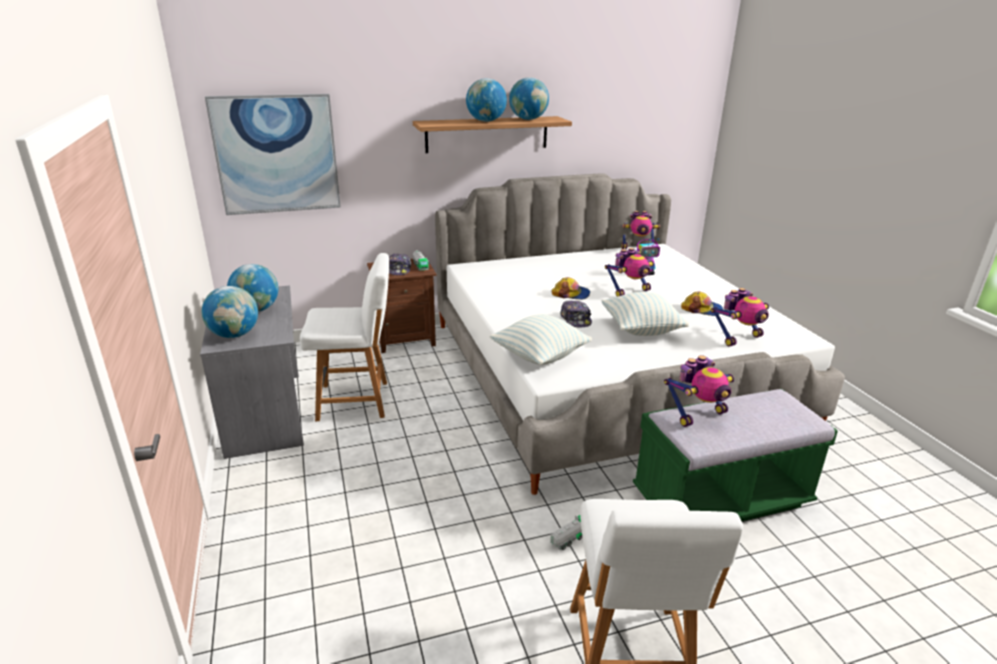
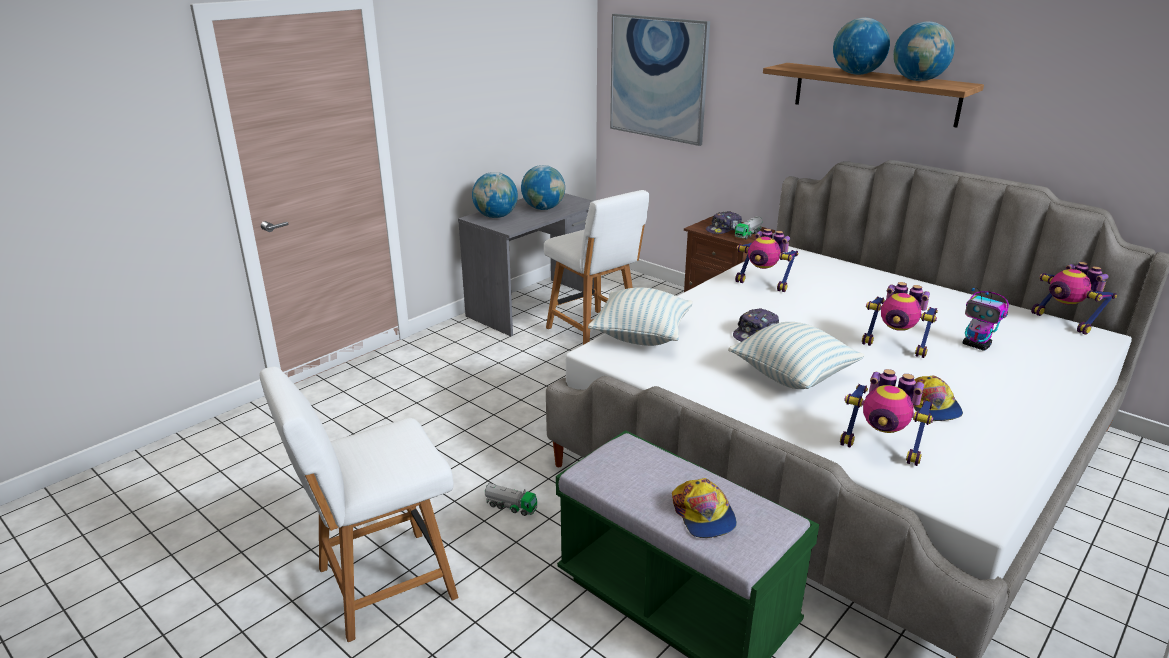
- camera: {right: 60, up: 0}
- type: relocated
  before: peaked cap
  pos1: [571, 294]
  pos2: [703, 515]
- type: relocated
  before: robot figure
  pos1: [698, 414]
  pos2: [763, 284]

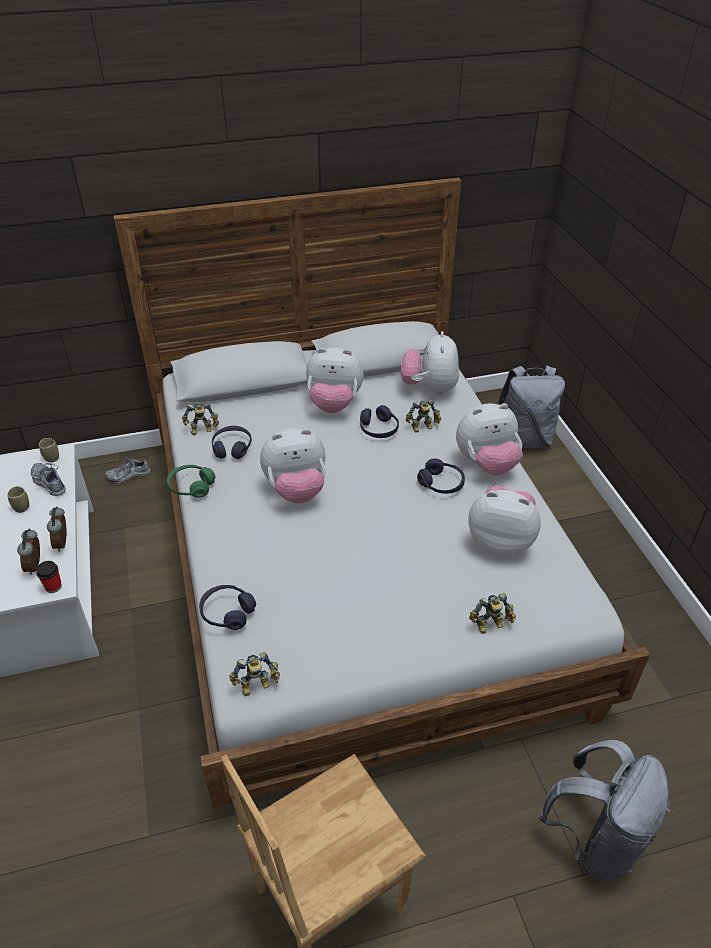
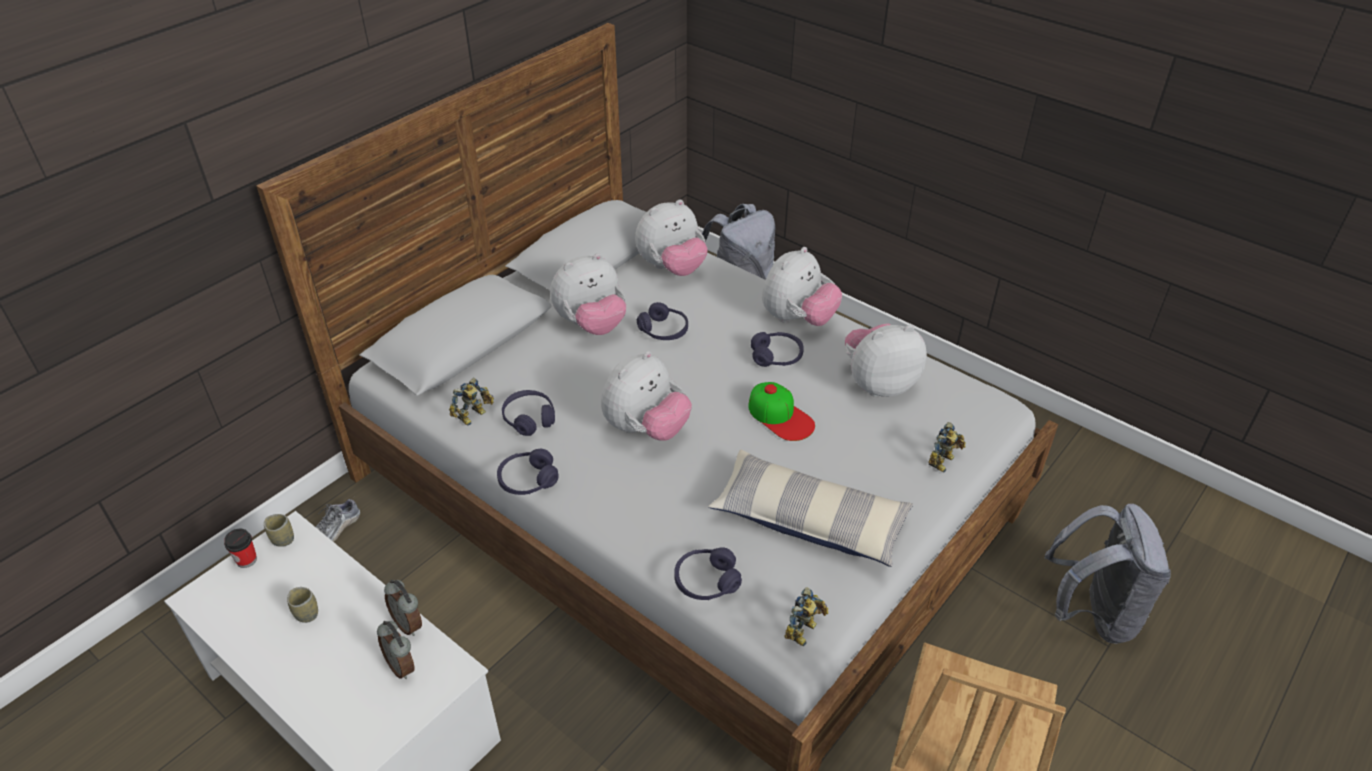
- camera: {right: -35, up: 0}
- type: missing
  before: shoe
  pos1: [49, 483]
- type: relocated
  before: small cup
  pos1: [53, 586]
  pos2: [246, 560]
- type: colour
  before: greenish pair of headphones
  after: purple pair of headphones
  pos1: [191, 487]
  pos2: [528, 480]
- type: spun
  before: plush toy
  pos1: [429, 388]
  pos2: [672, 268]
  turn: -90
- type: missing
  before: robot figure
  pos1: [423, 428]
- type: appeared
  after: cushion
  pos2: [809, 520]
- type: appeared
  after: peaked cap
  pos2: [780, 416]

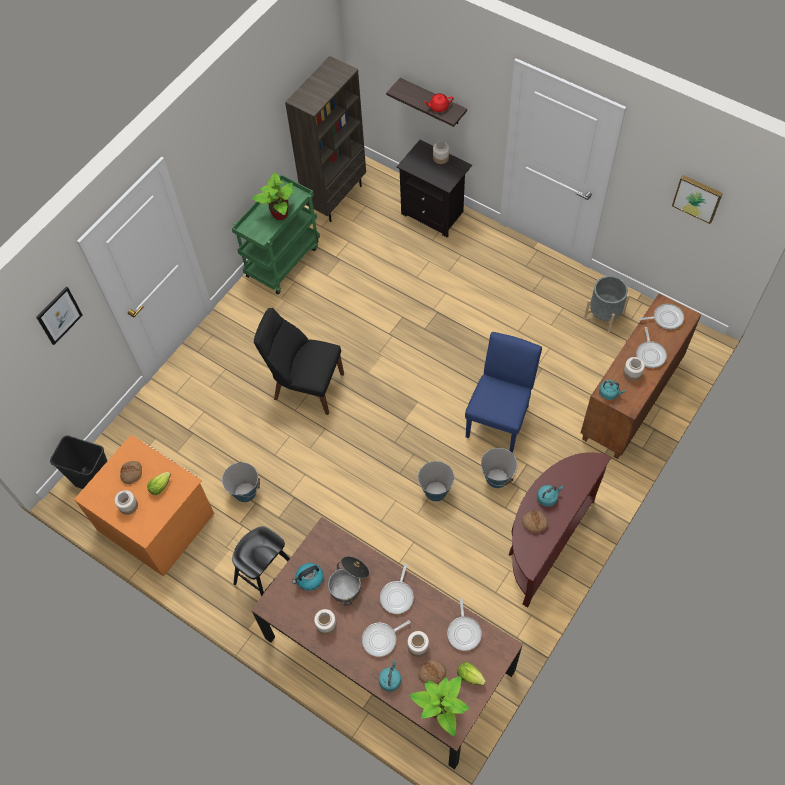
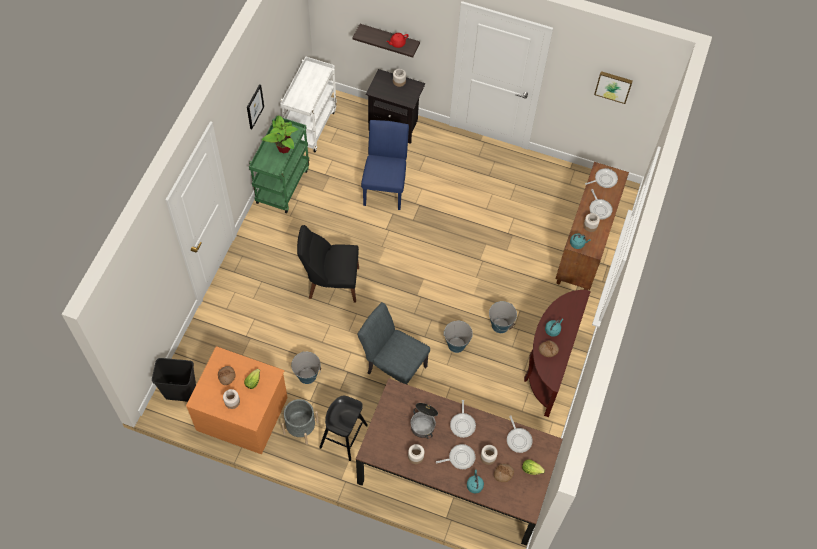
- camera: {right: -20, up: 0}
- type: relocated
  before: wall picture
  pos1: [59, 315]
  pos2: [254, 106]
- type: exchanged
  before: brown bookcase
  after: whitish wheeled cart
  pos1: [335, 197]
  pos2: [310, 125]
- type: missing
  before: water kettle
  pos1: [309, 579]
- type: spun
  before: frying pan
  pos1: [381, 639]
  pos2: [460, 458]
  turn: -150
- type: missing
  before: potted plant
  pos1: [441, 711]
- type: relocated
  before: blue chair
  pos1: [499, 416]
  pos2: [385, 186]
- type: relocated
  before: greyish planter
  pos1: [604, 314]
  pos2: [301, 428]
- type: appeared
  after: greyish chair
  pos2: [393, 367]

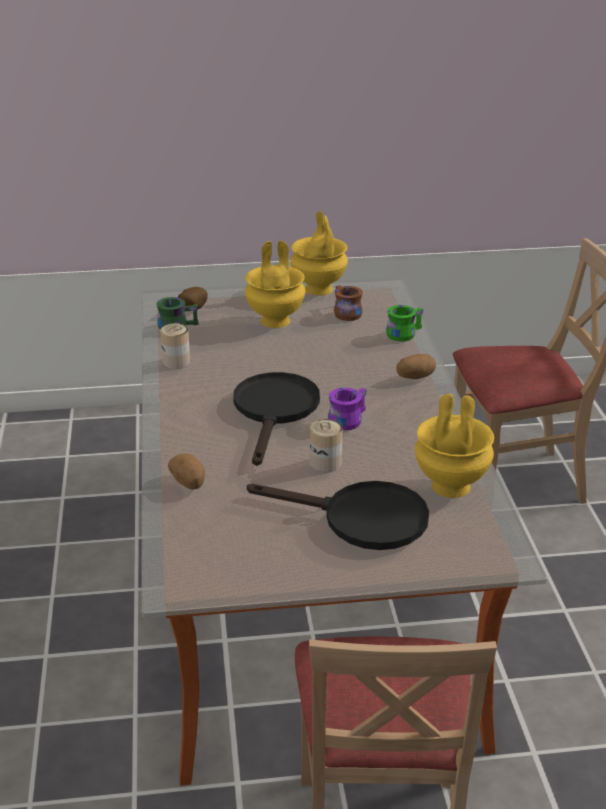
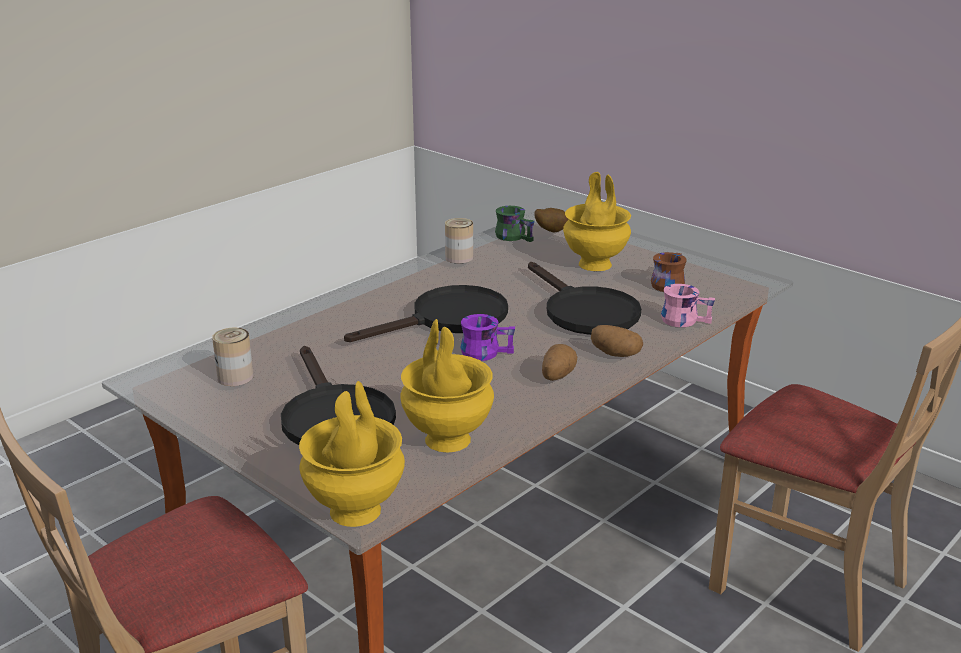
- camera: {right: 50, up: -5}
- type: relocated
  before: whole potato
  pos1: [189, 483]
  pos2: [557, 375]
- type: relocated
  before: yellow vase
  pos1: [319, 289]
  pos2: [355, 512]
- type: relocated
  before: can
  pos1: [325, 463]
  pos2: [235, 377]
- type: colour
  before: greenish tea mug
  after: pink tea mug
  pos1: [402, 332]
  pos2: [684, 319]
- type: appeared
  after: blackish frying pan
  pos2: [584, 311]

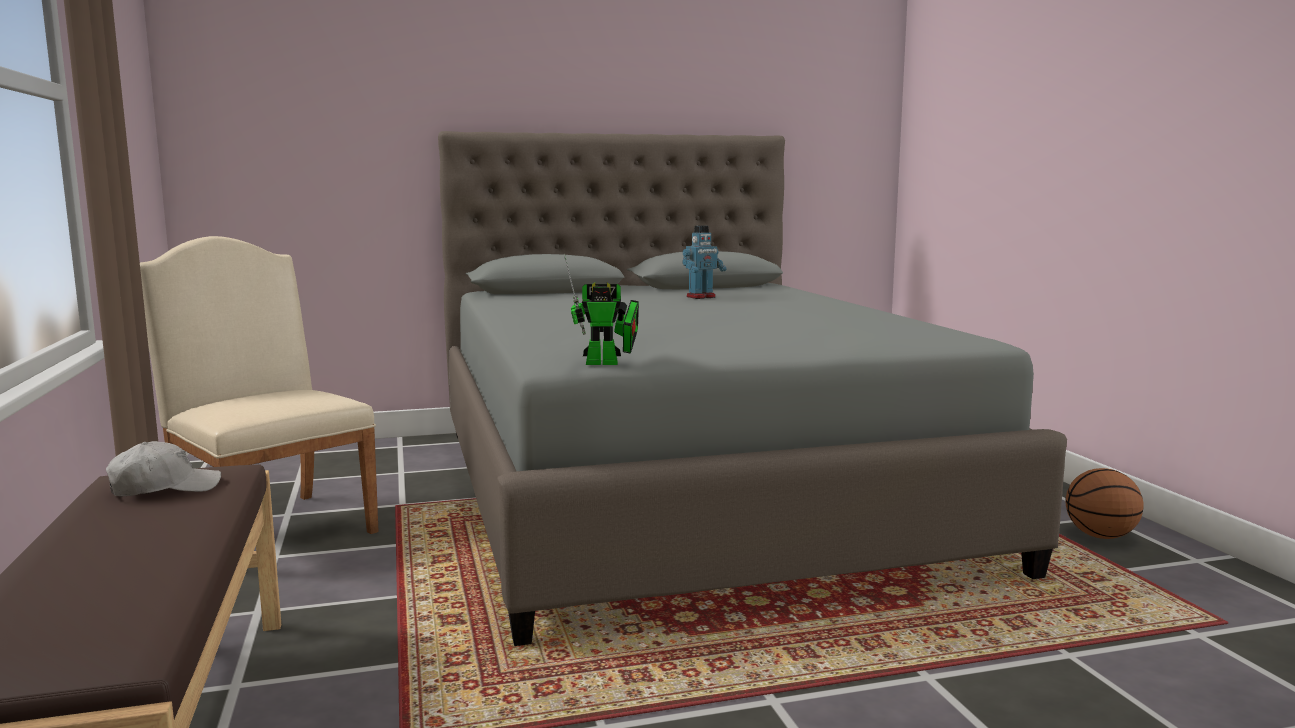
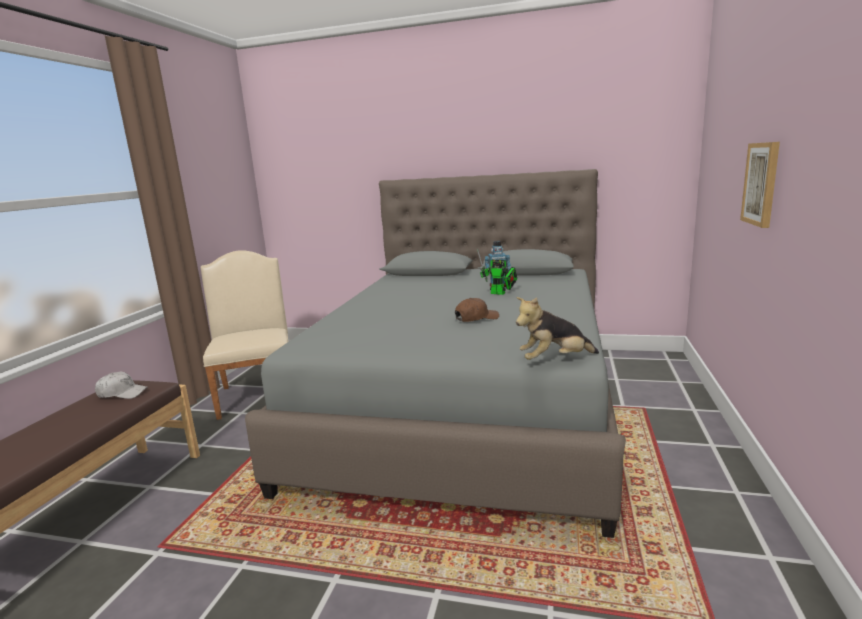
- camera: {right: 30, up: 5}
- type: relocated
  before: robot figure
  pos1: [607, 363]
  pos2: [500, 293]
- type: missing
  before: ball for basketball
  pos1: [1100, 536]
- type: appeared
  after: brown peaked cap
  pos2: [476, 318]
- type: appeared
  after: plush toy
  pos2: [554, 360]
- type: appeared
  after: wall picture
  pos2: [761, 183]

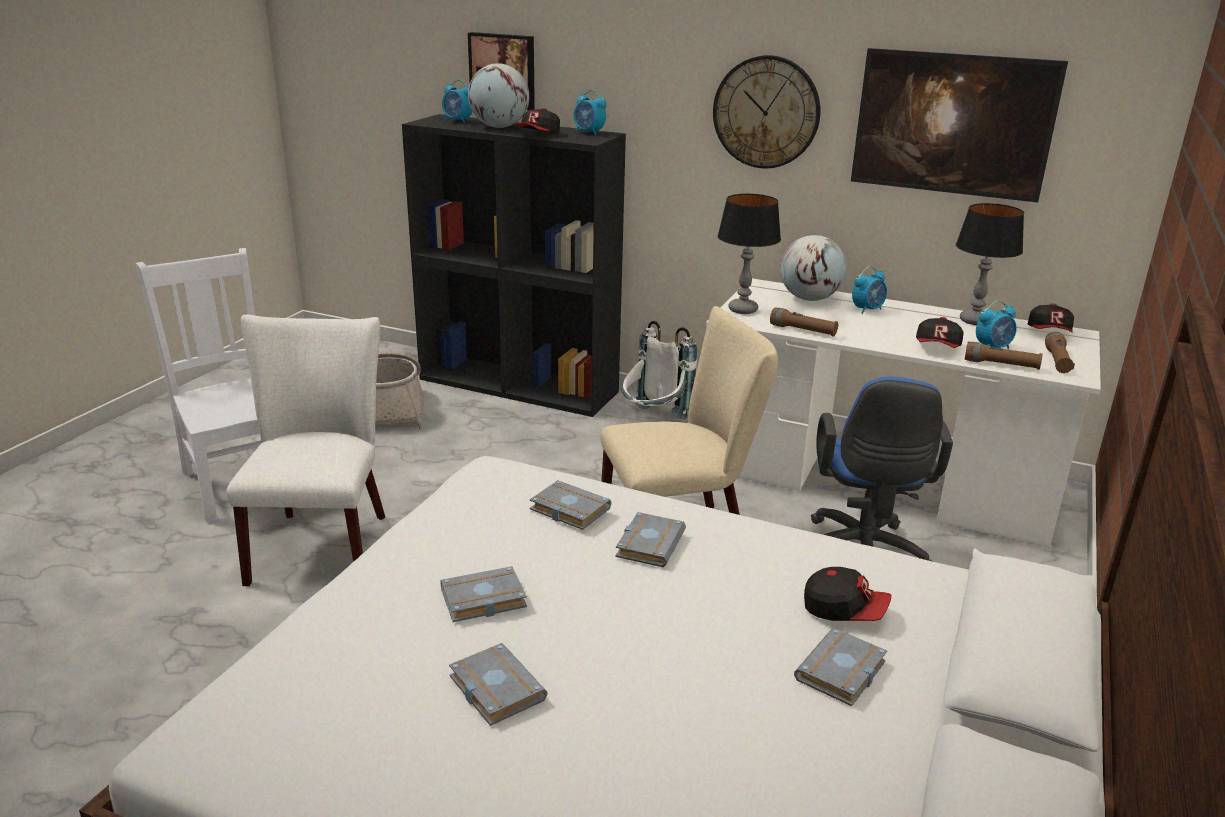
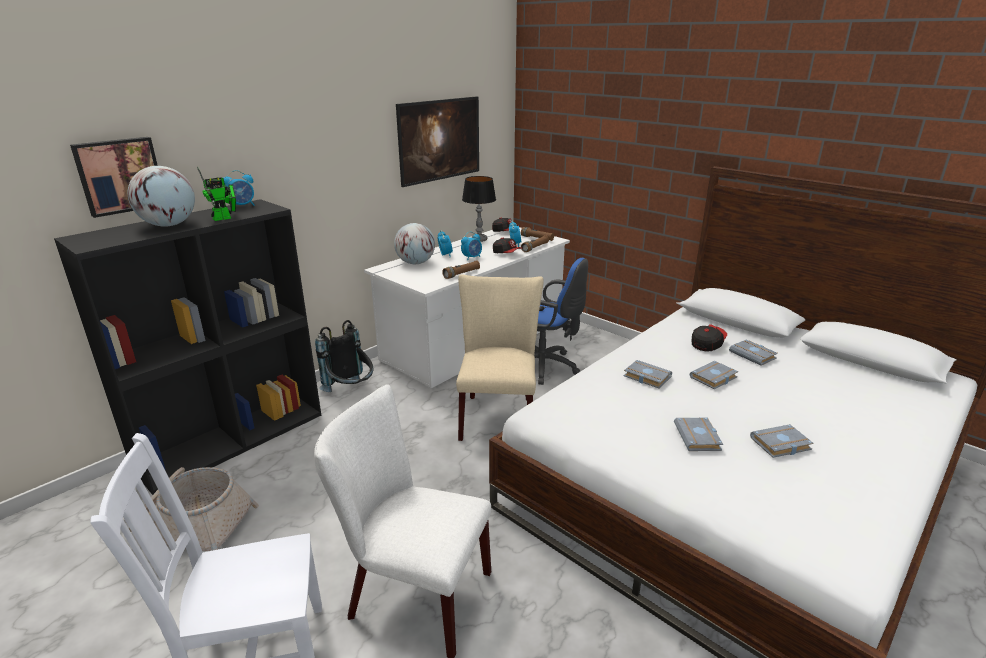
- camera: {right: -70, up: 0}
- type: relocated
  before: alarm clock
  pos1: [458, 121]
  pos2: [472, 257]
- type: exchanged
  before: peaked cap
  after: robot figure
  pos1: [538, 135]
  pos2: [225, 218]
- type: relocated
  before: greyish volume
  pos1: [567, 510]
  pos2: [714, 378]
- type: colour
  before: whitish knapsack
  after: blackish knapsack
  pos1: [654, 421]
  pos2: [351, 392]
- type: missing
  before: wall clock
  pos1: [766, 112]
- type: missing
  before: tabletop lamp
  pos1: [742, 309]

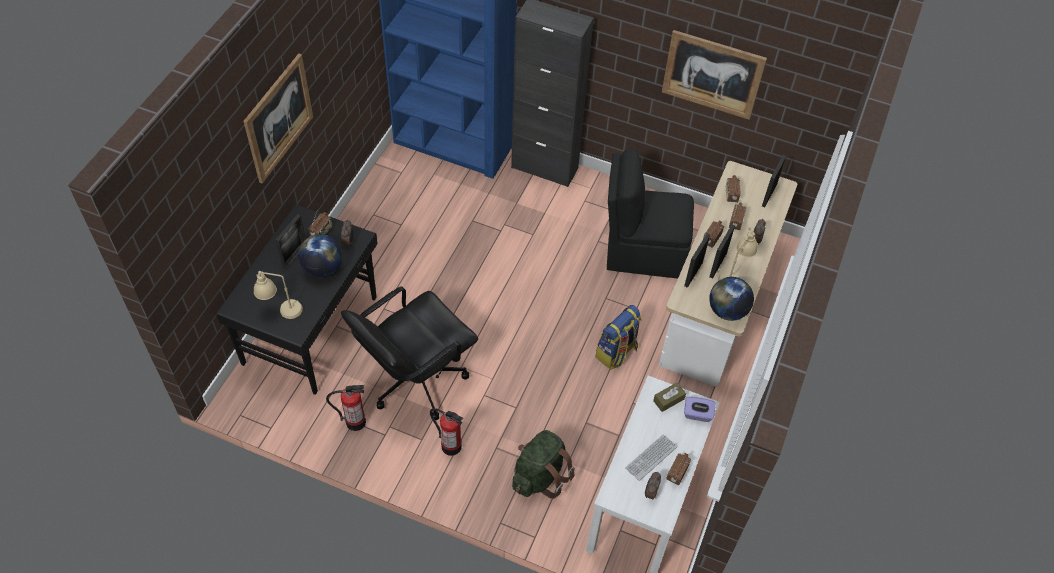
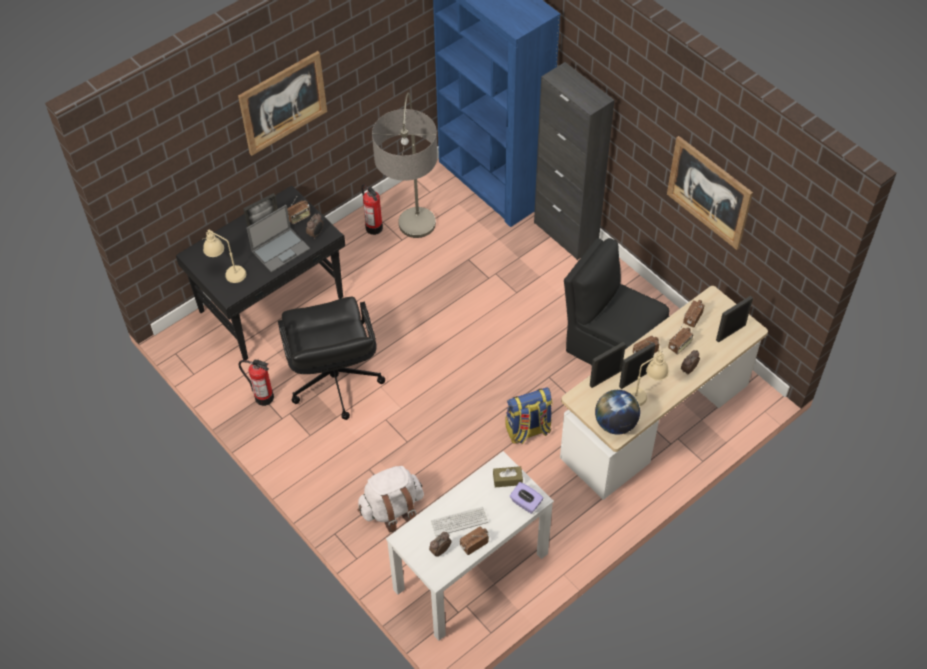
- camera: {right: 30, up: 0}
- type: exchanged
  before: world globe
  after: laptop
  pos1: [322, 268]
  pos2: [281, 249]
- type: spun
  before: blackish desk chair
  pos1: [416, 380]
  pos2: [335, 382]
  turn: -90
- type: relocated
  before: fire extinguisher
  pos1: [451, 446]
  pos2: [374, 227]
- type: colour
  before: greenish knapsack
  after: whitish knapsack
  pos1: [540, 476]
  pos2: [392, 509]
- type: appeared
  after: standing lamp
  pos2: [414, 259]

